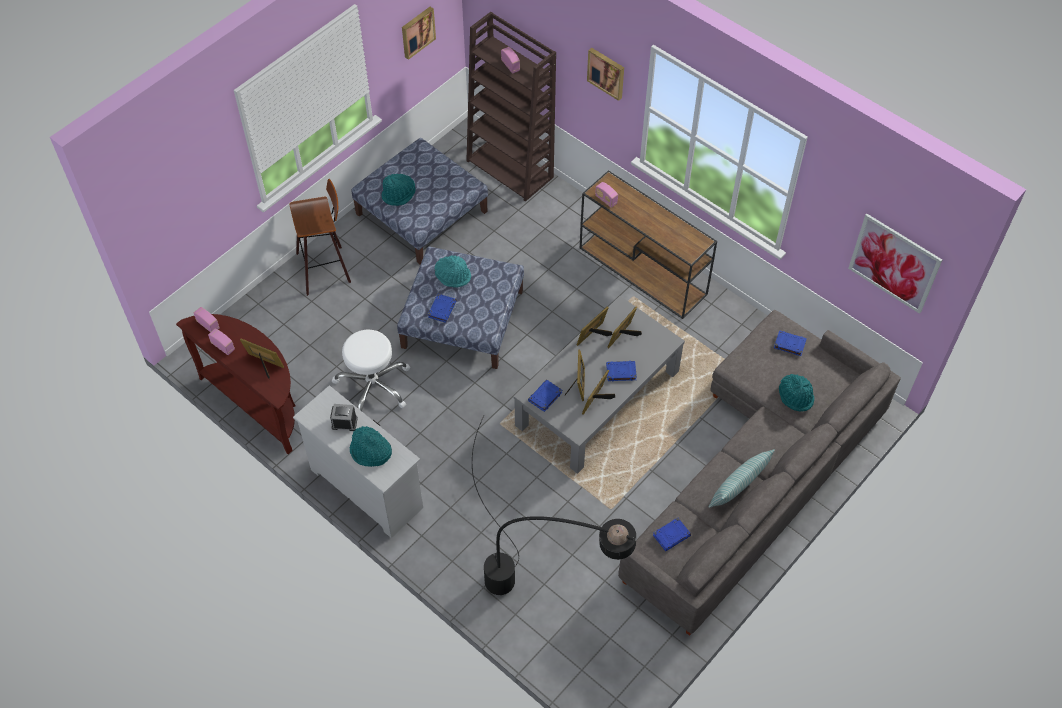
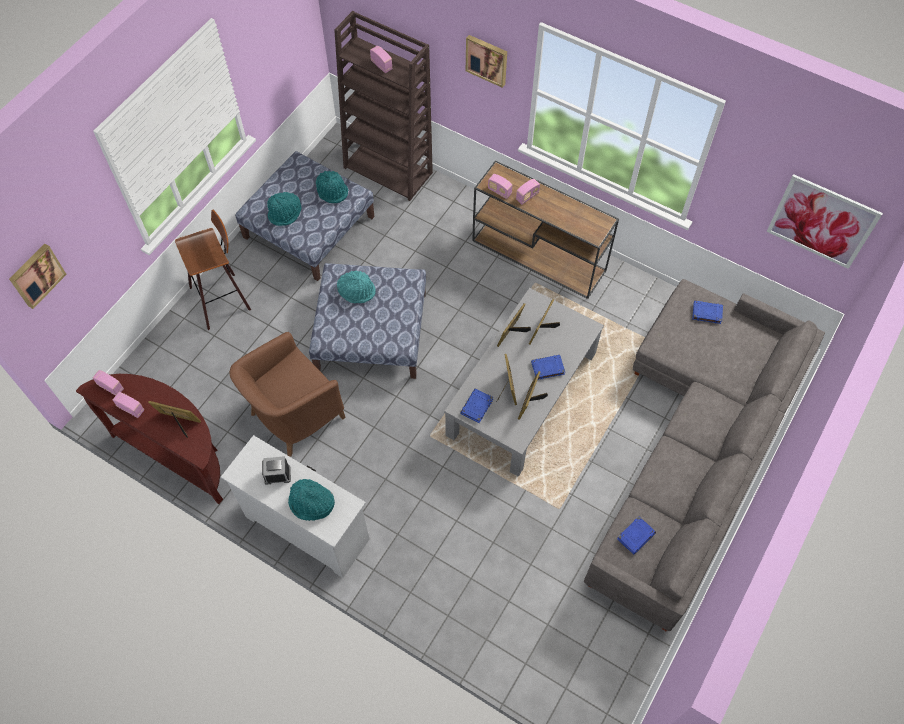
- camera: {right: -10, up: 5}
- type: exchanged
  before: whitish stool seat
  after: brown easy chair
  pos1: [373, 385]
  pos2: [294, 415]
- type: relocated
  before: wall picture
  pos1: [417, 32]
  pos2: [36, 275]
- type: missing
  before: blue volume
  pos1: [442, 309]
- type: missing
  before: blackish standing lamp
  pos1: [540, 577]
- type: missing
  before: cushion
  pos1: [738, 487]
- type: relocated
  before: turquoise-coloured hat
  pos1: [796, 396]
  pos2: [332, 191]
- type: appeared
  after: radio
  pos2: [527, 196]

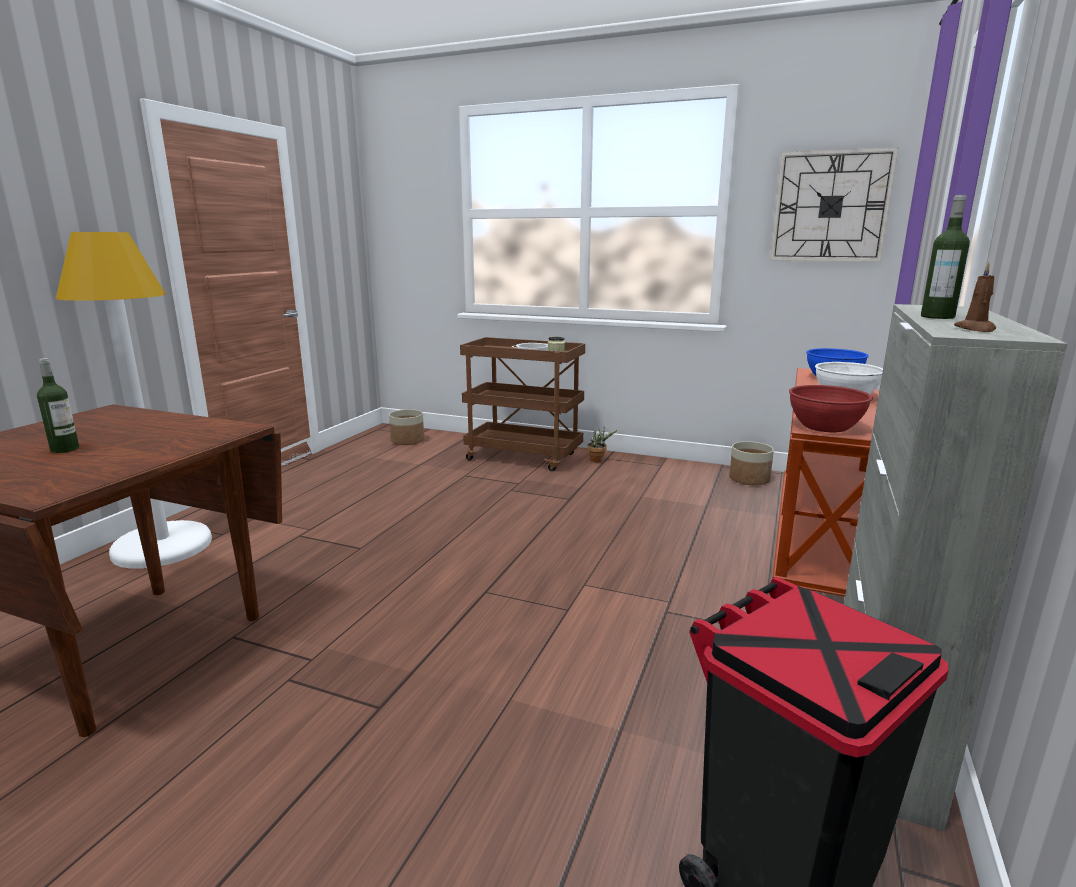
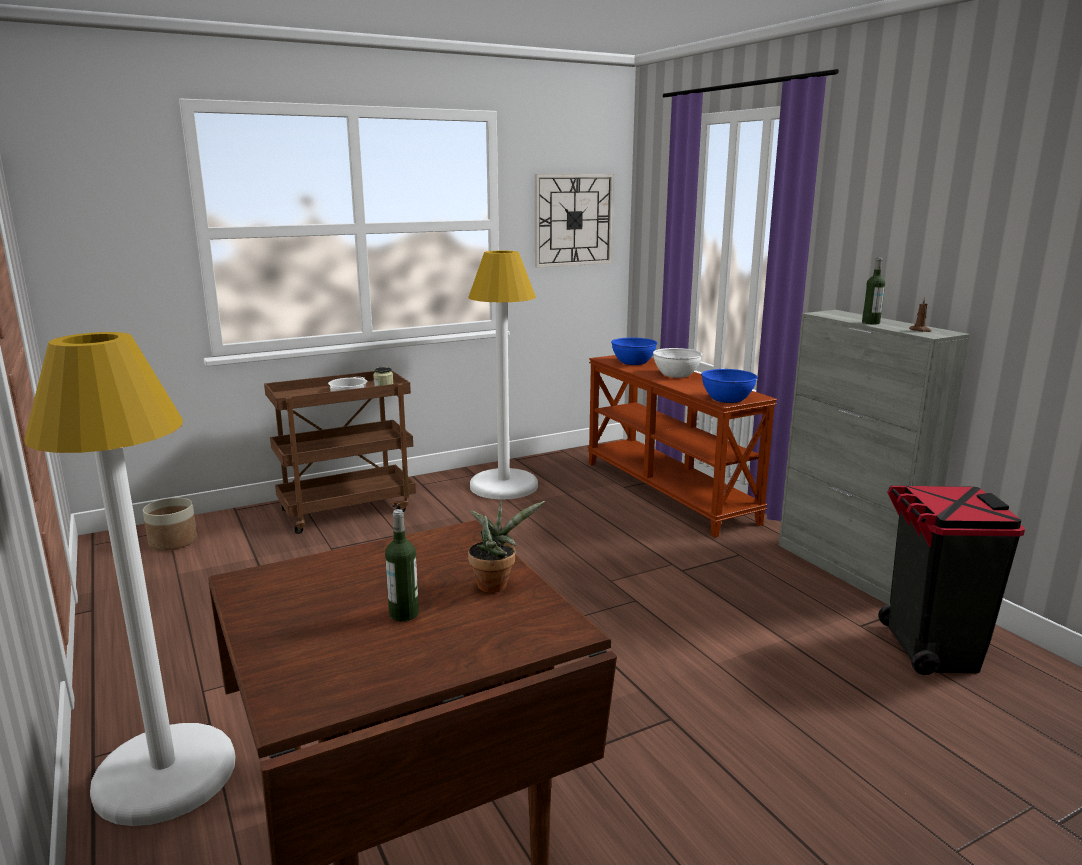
- camera: {right: -50, up: 0}
- type: relocated
  before: potted plant
  pos1: [598, 460]
  pos2: [496, 584]
- type: missing
  before: planter
  pos1: [749, 479]
- type: colour
  before: reddish serving bowl
  after: blue serving bowl
  pos1: [825, 427]
  pos2: [727, 399]
- type: appeared
  after: whitish standing lamp
  pos2: [503, 486]

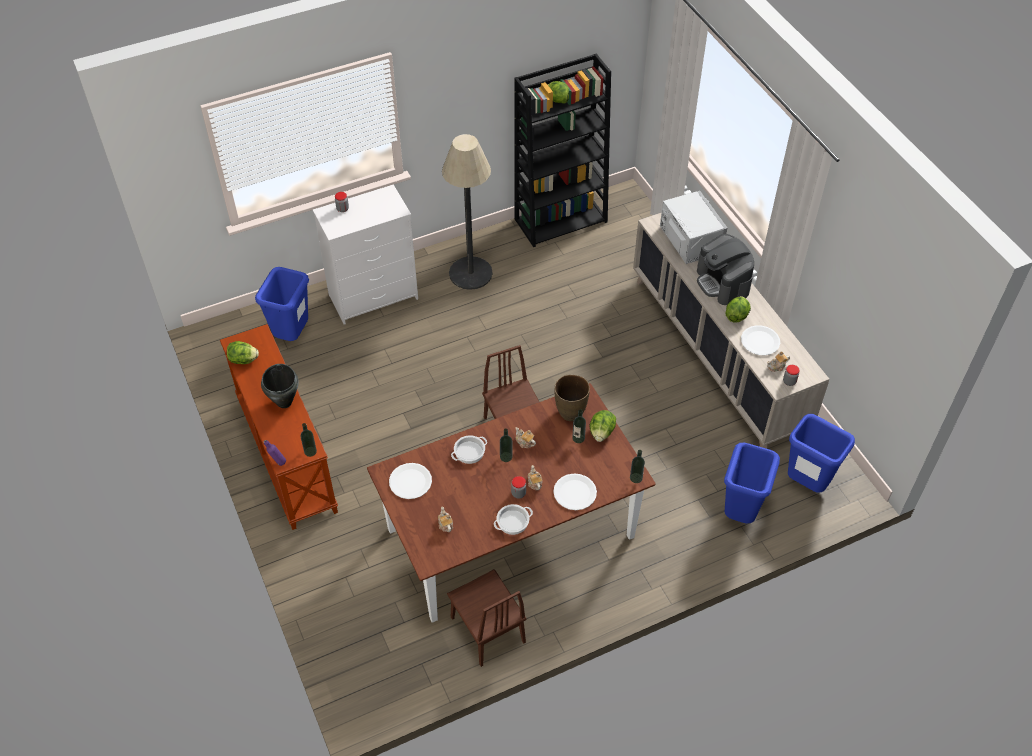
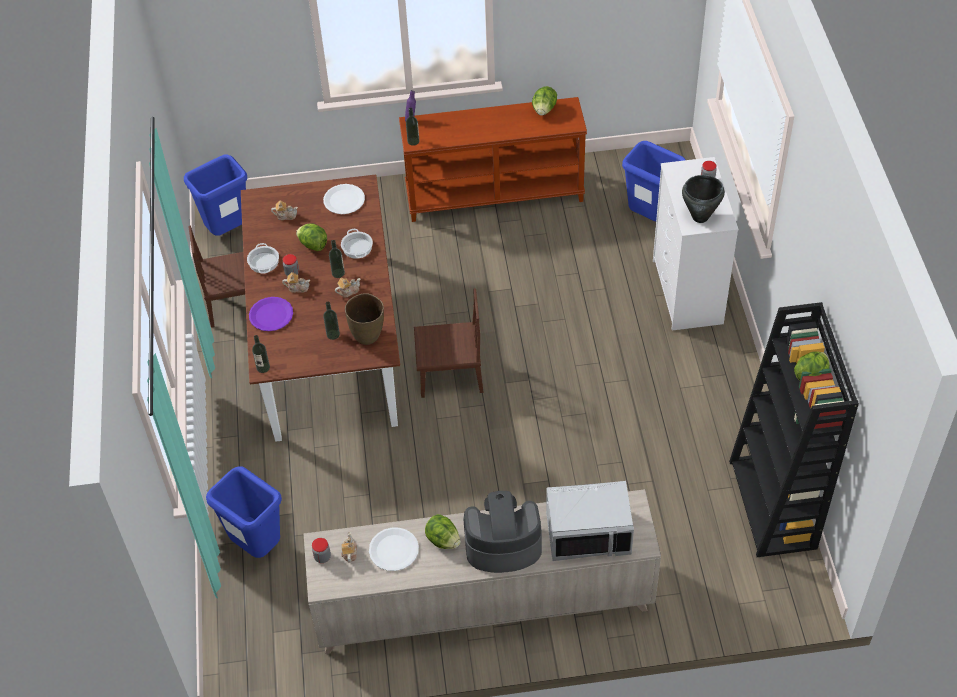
- camera: {right: 110, up: 0}
- type: relocated
  before: blackish stockpot
  pos1: [285, 402]
  pos2: [700, 217]
- type: missing
  before: standing lamp
  pos1: [470, 273]
- type: colour
  before: whitish plate
  after: purple plate
  pos1: [575, 492]
  pos2: [271, 315]
- type: relocated
  before: head of lettuce
  pos1: [601, 432]
  pos2: [313, 245]
- type: relocated
  before: blue trash can
  pos1: [806, 484]
  pos2: [228, 231]

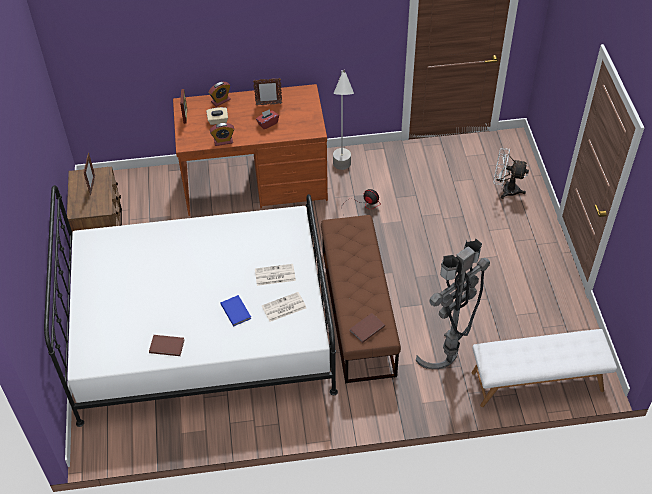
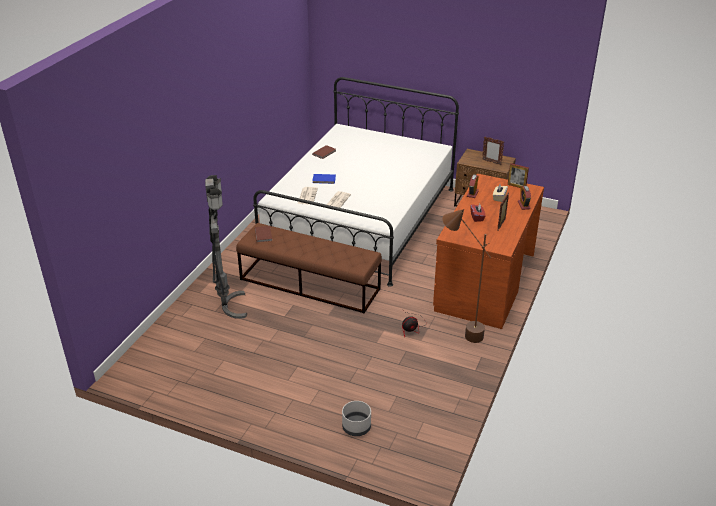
- camera: {right: 120, up: -15}
- type: colour
  before: greyish standing lamp
  after: brown standing lamp
  pos1: [342, 174]
  pos2: [459, 331]
- type: missing
  before: whitish indoor bench
  pos1: [537, 382]
- type: exchanged
  before: whitish cooling fan
  after: greyish planter
  pos1: [505, 189]
  pos2: [356, 427]

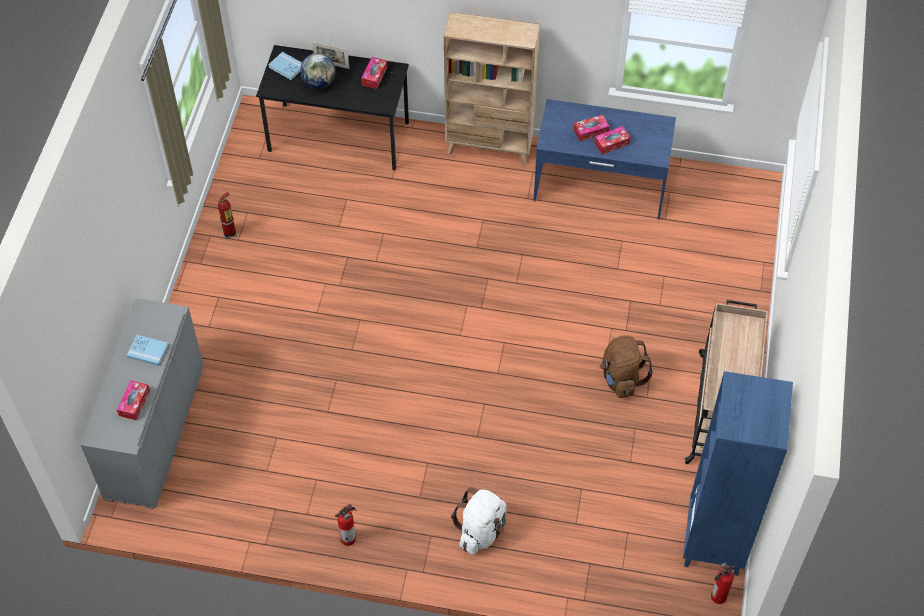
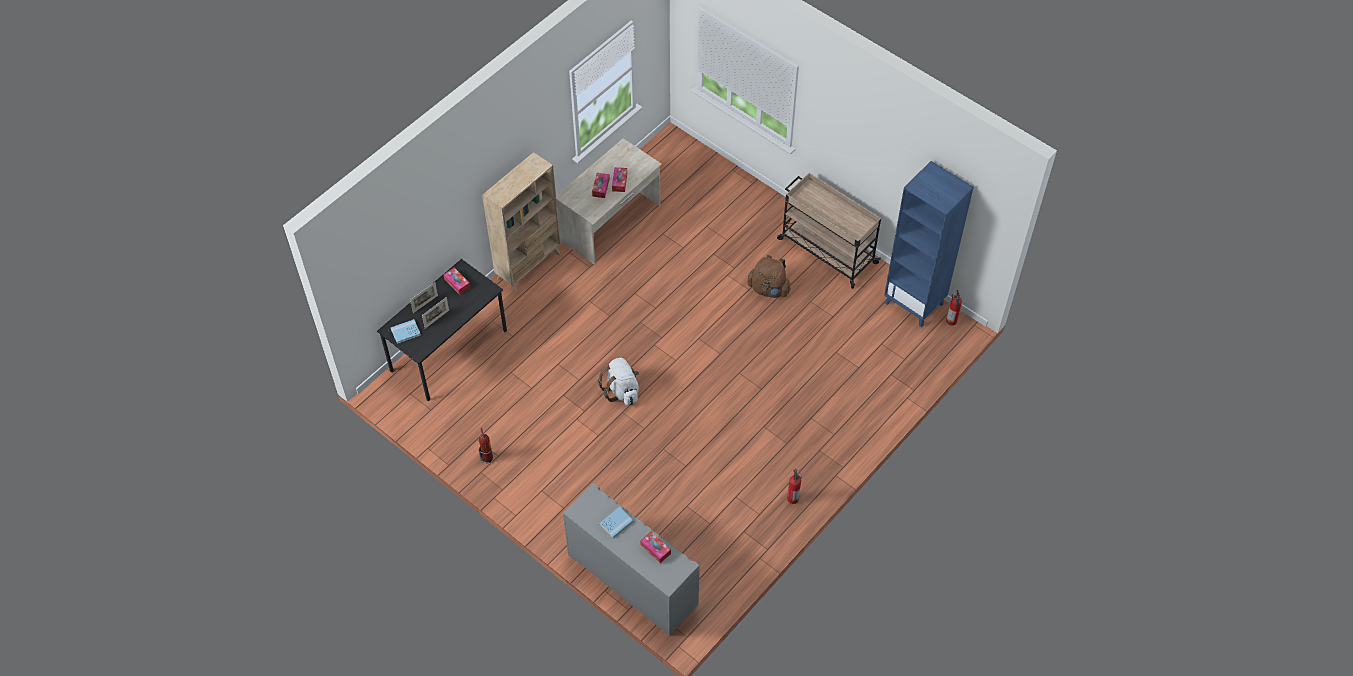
- camera: {right: -60, up: 0}
- type: exchanged
  before: world globe
  after: photo frame
  pos1: [319, 82]
  pos2: [437, 319]
- type: relocated
  before: whitish knapsack
  pos1: [481, 531]
  pos2: [621, 390]
- type: colour
  before: blue desk table
  after: beige desk table
  pos1: [600, 187]
  pos2: [610, 222]

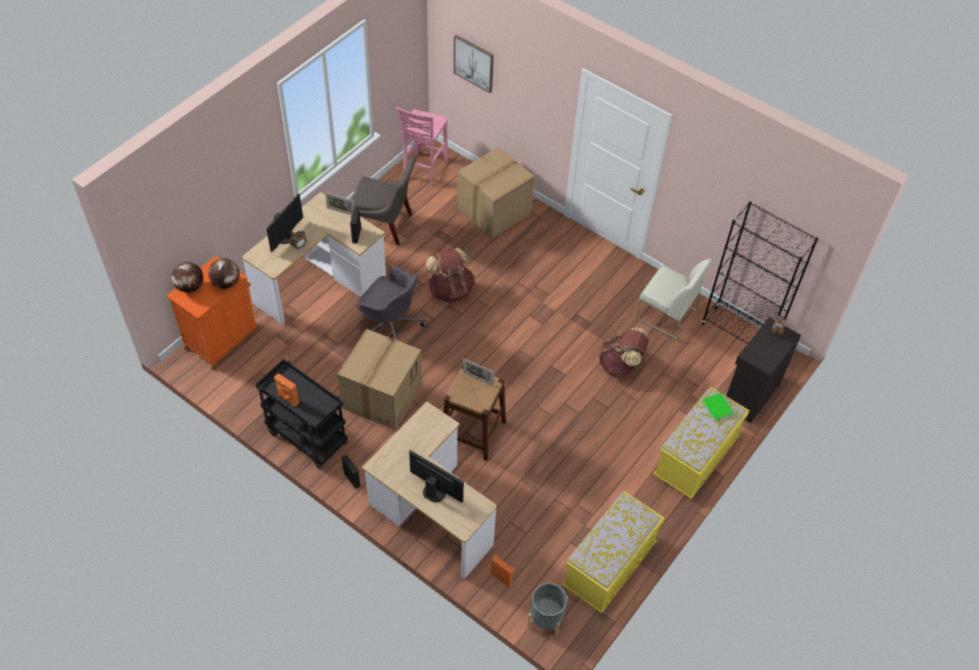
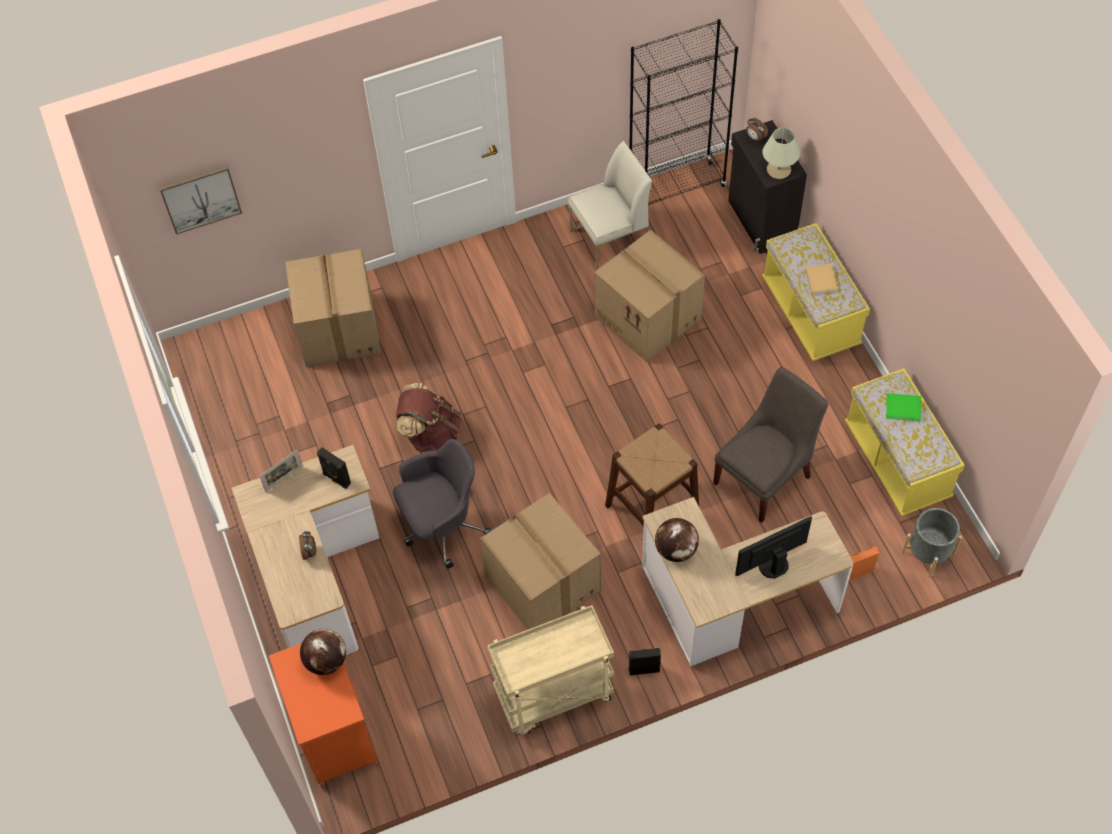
- camera: {right: -55, up: 5}
- type: relocated
  before: world globe
  pos1: [190, 287]
  pos2: [676, 550]
- type: colour
  before: blackish wheeled cart
  after: beige wheeled cart
  pos1: [306, 437]
  pos2: [553, 696]
- type: missing
  before: monitor
  pos1: [285, 237]
- type: missing
  before: orange-coloured speaker
  pos1: [288, 399]
- type: relocated
  before: greyish chair
  pos1: [385, 225]
  pos2: [765, 477]
- type: missing
  before: pink chair
  pos1: [423, 169]
- type: missing
  before: photo frame
  pos1: [478, 379]
- type: exchanged
  before: brown knapsack
  after: carton
  pos1: [620, 364]
  pos2: [649, 318]
- type: relocated
  before: greenish volume
  pos1: [717, 408]
  pos2: [904, 408]
- type: appeared
  after: beige tabletop lamp
  pos2: [778, 170]
- type: appeared
  after: beige volume
  pos2: [821, 279]

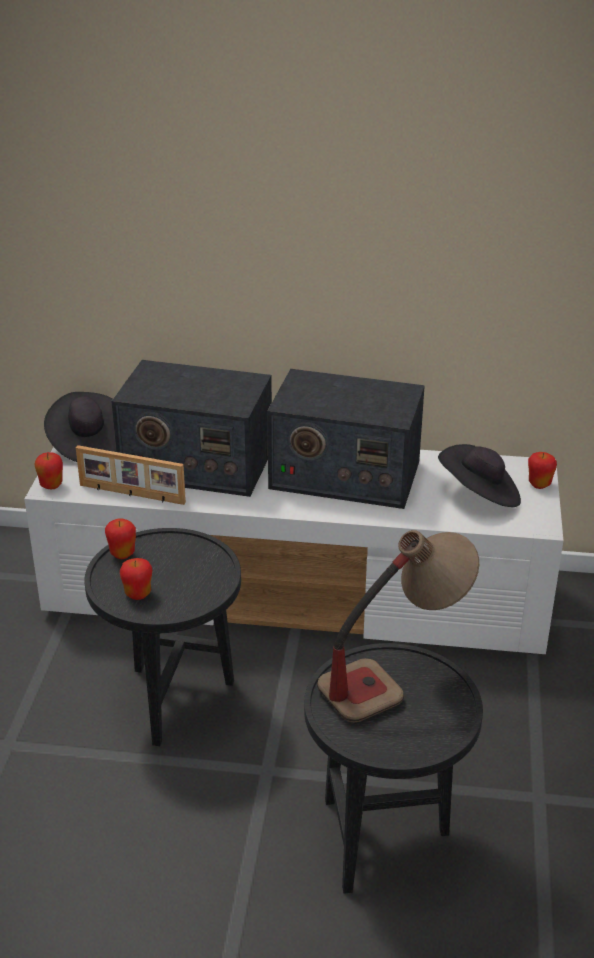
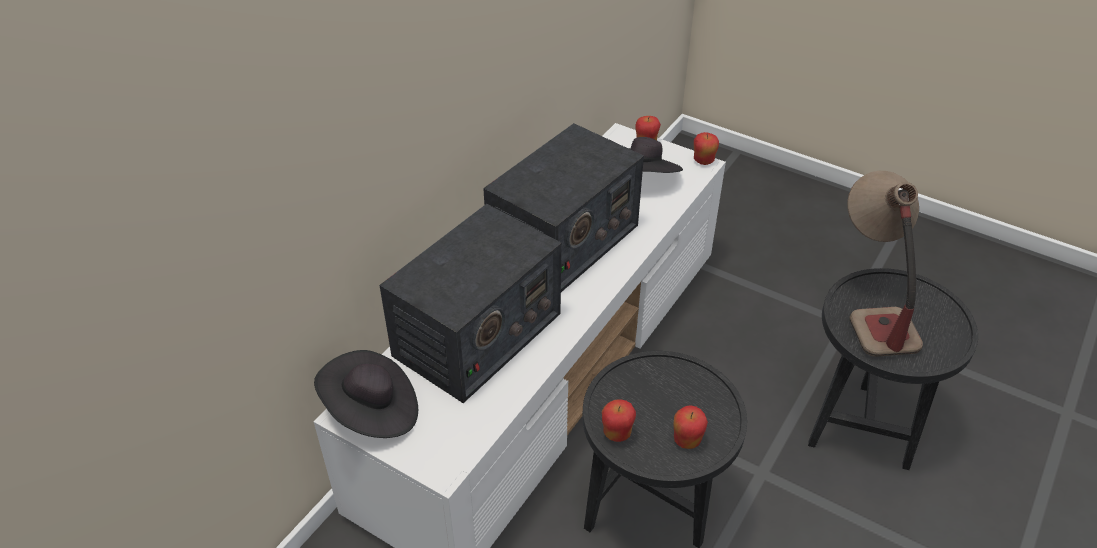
- camera: {right: -65, up: 10}
- type: relocated
  before: apple fruit
  pos1: [51, 485]
  pos2: [703, 161]
- type: missing
  before: photo frame
  pos1: [131, 494]

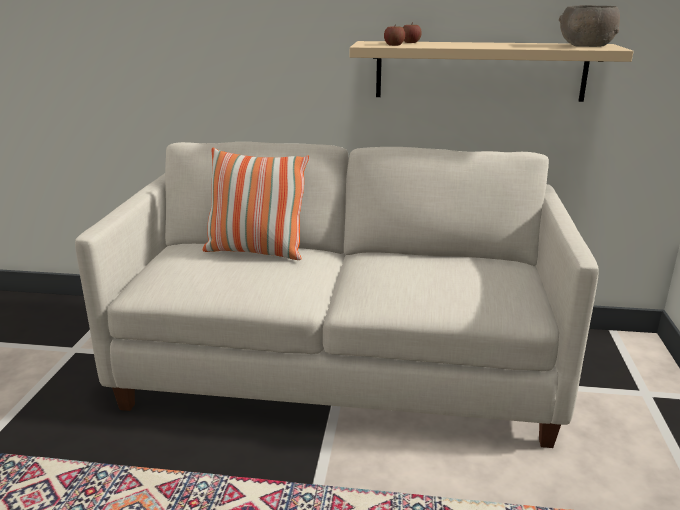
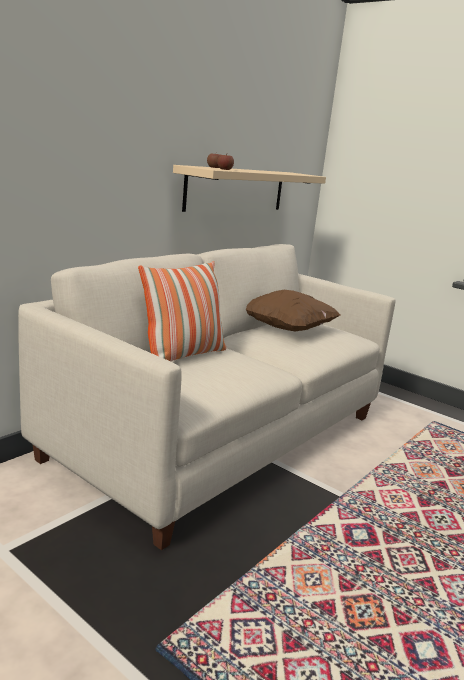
- camera: {right: -60, up: -5}
- type: missing
  before: greyish serving bowl
  pos1: [586, 46]
- type: appeared
  after: brown cushion
  pos2: [286, 329]

